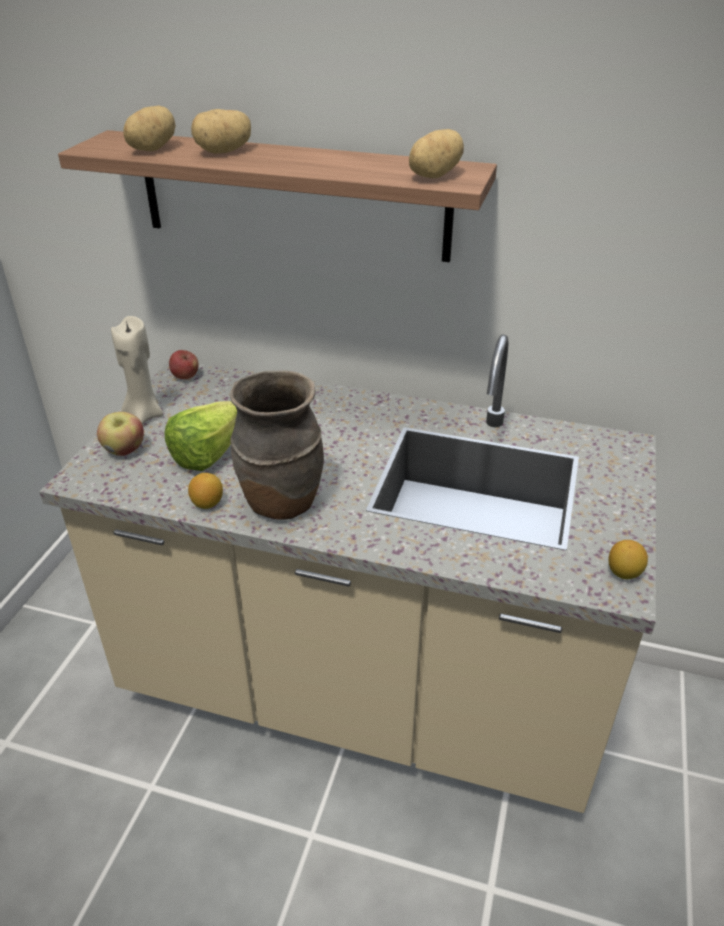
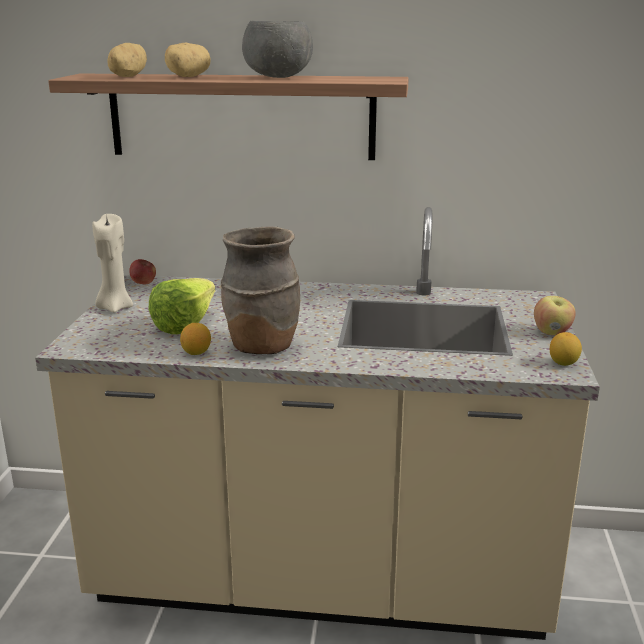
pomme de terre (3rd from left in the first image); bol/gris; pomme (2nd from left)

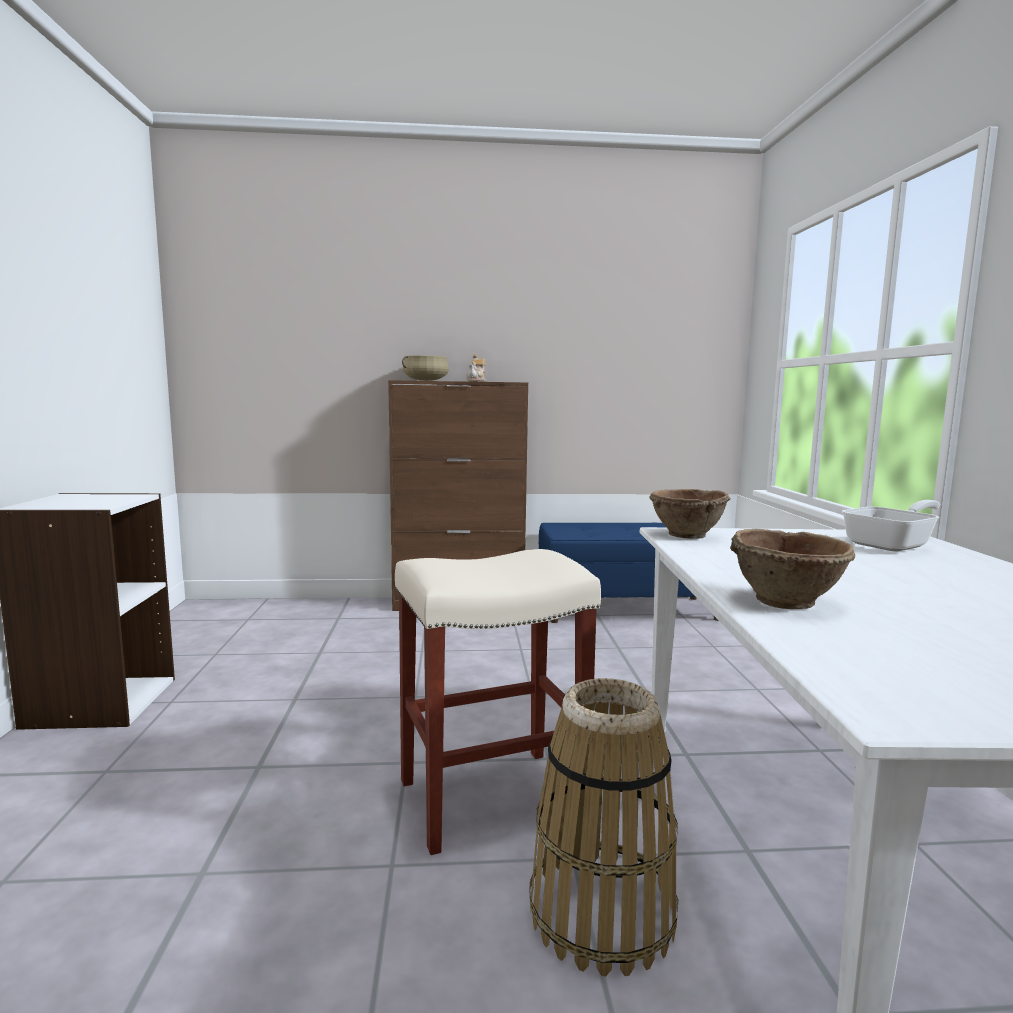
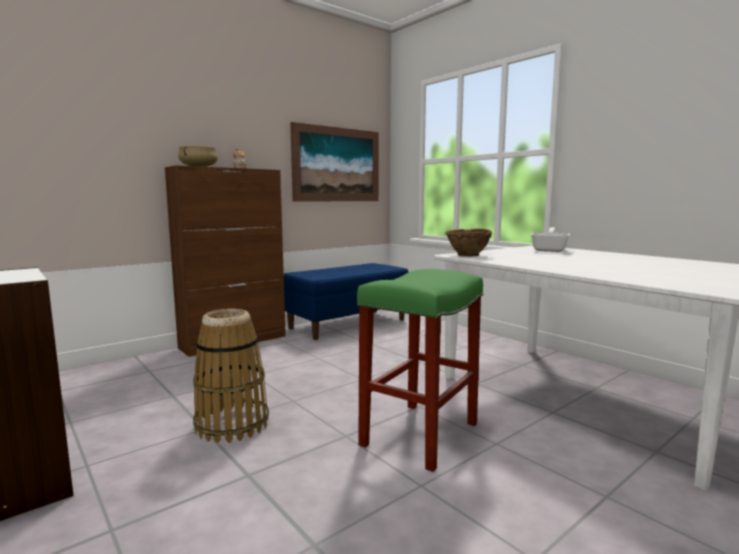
bol/marron (2nd from left in the first image); tableau; panier; tabouret/vert

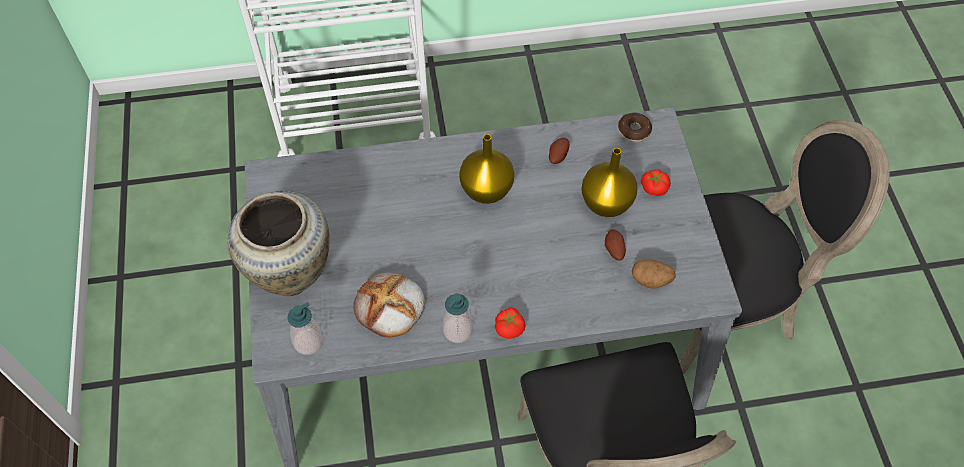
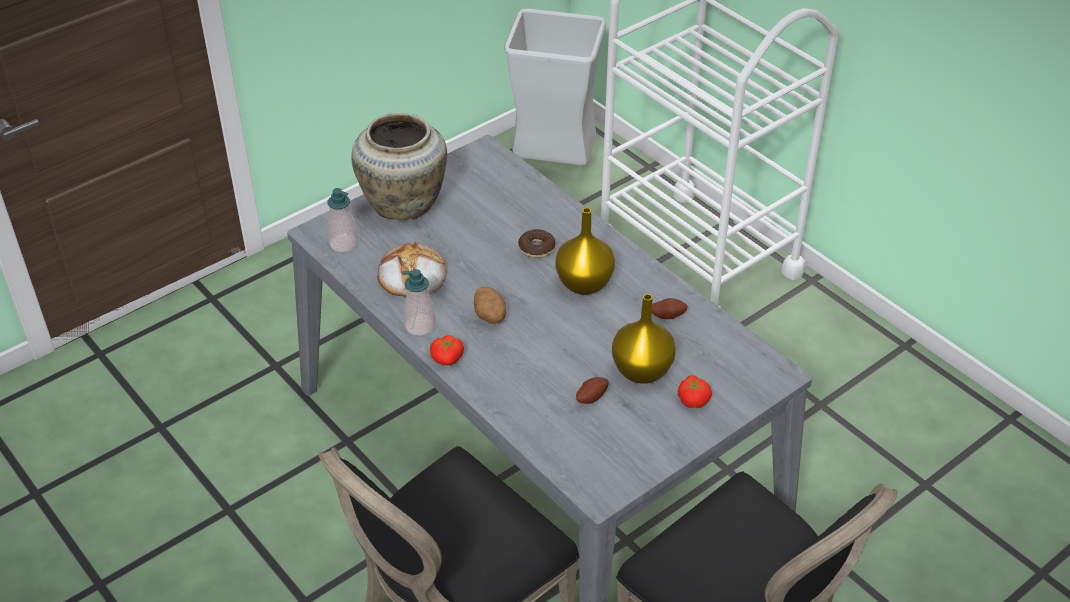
poubelle/gris; beignet; pomme de terre (1st from left)

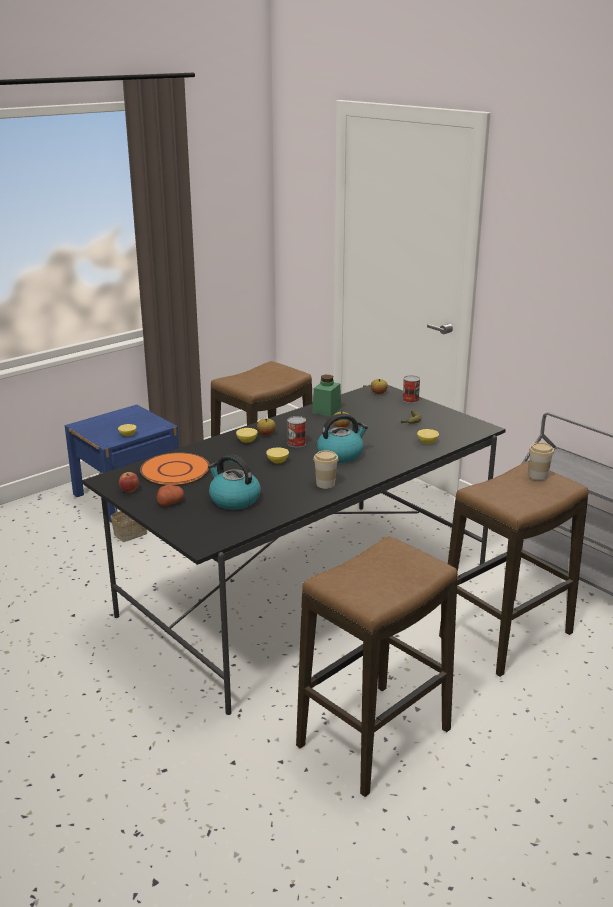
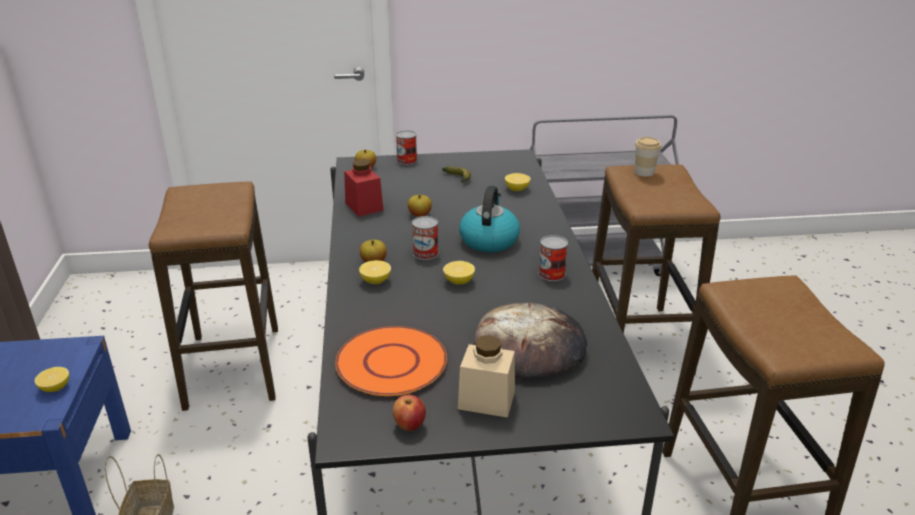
bocal/beige; pain; boîte métallique (3rd from left); bocal/rouge

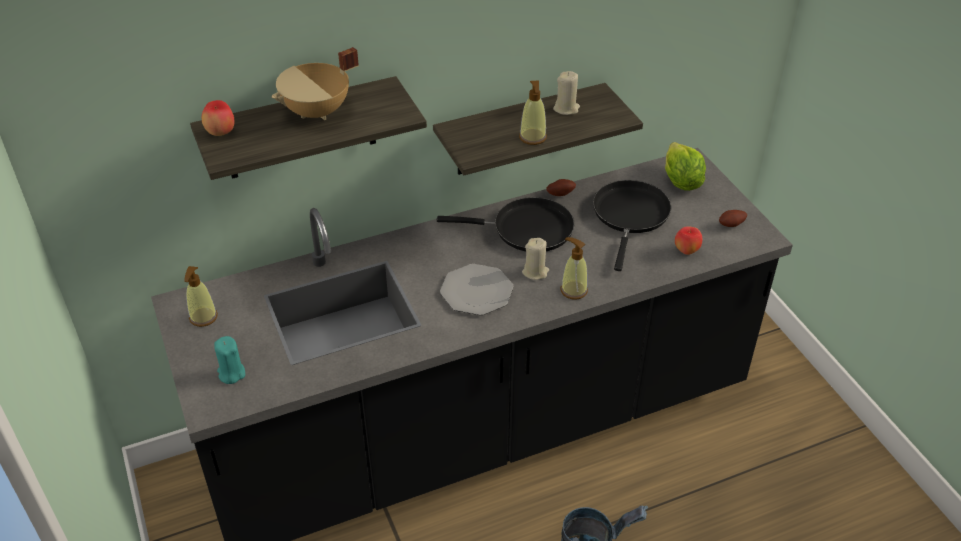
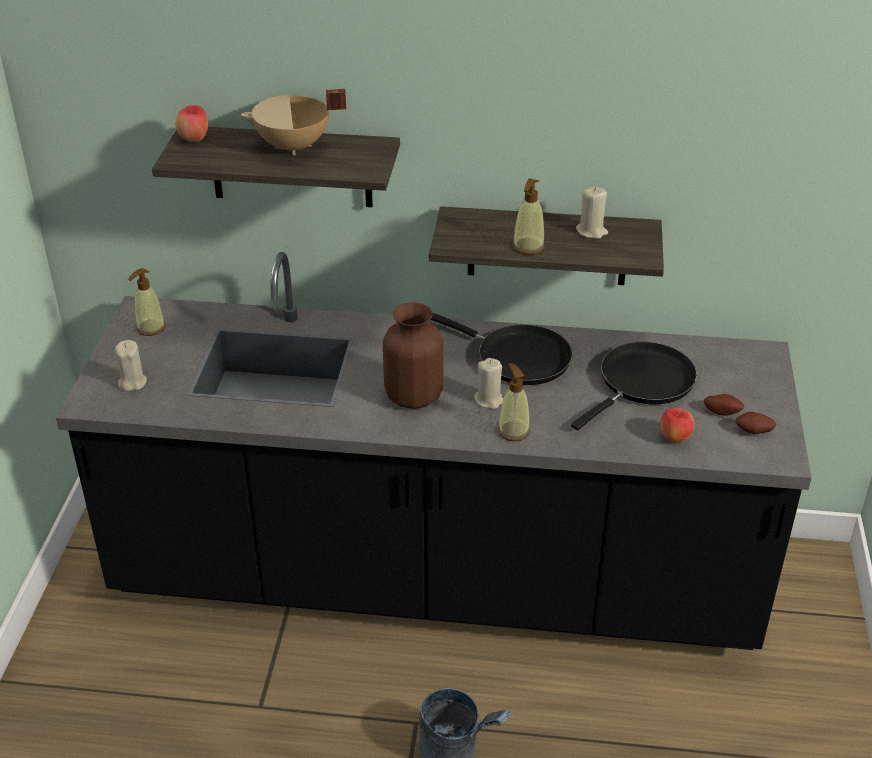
laitue; pomme de terre (1st from left); vase/marron; bougie/beige (1st from left)

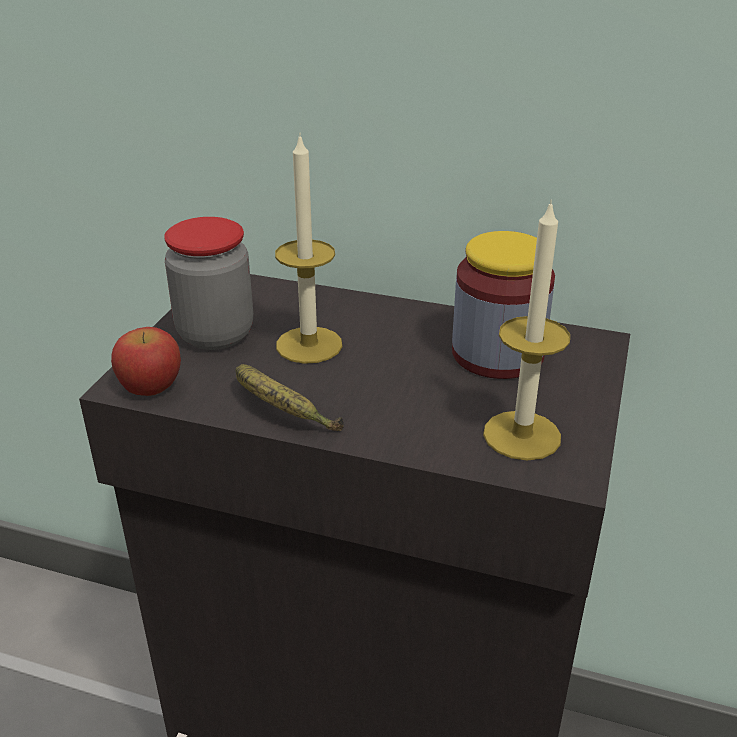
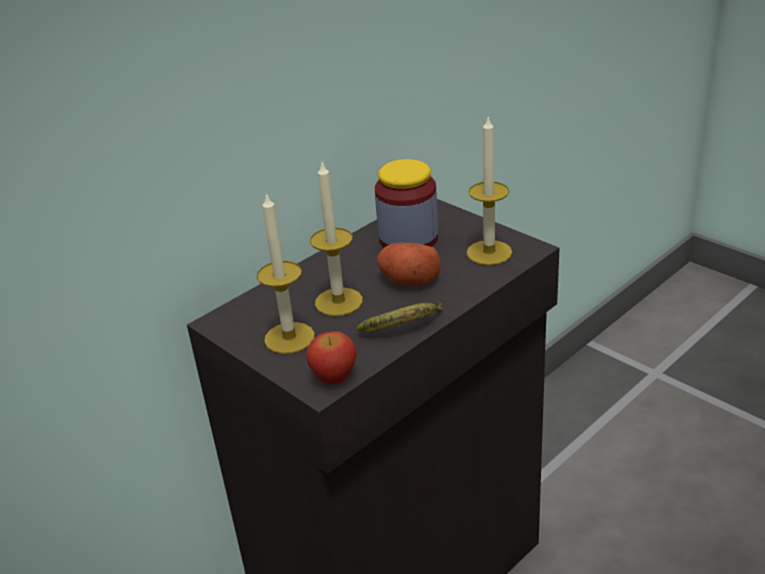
pomme de terre; bougie (1st from left)

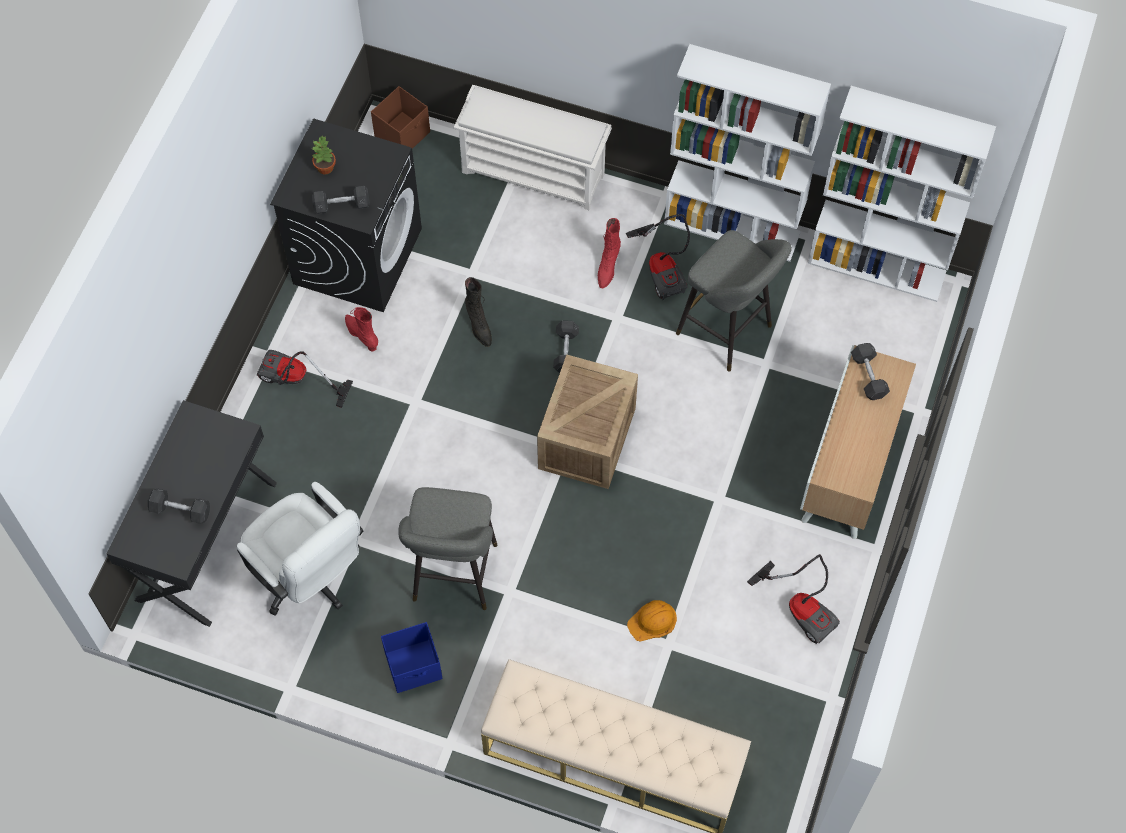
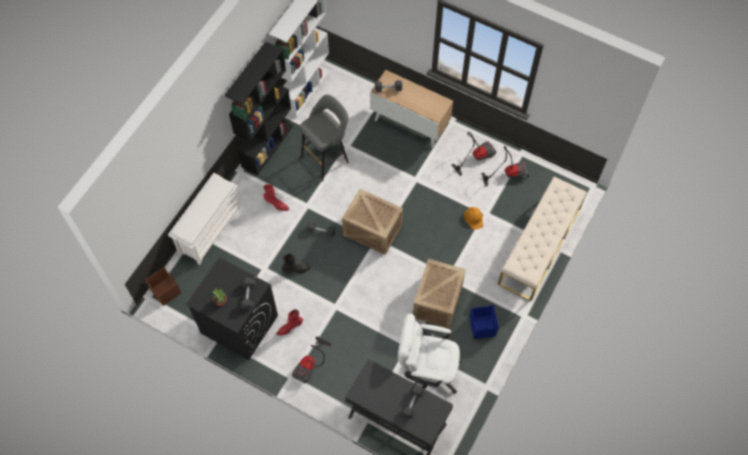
aspirateur (3rd from left); caisse (2nd from left); bibliothèque/noir; chaise de bureau/blanc

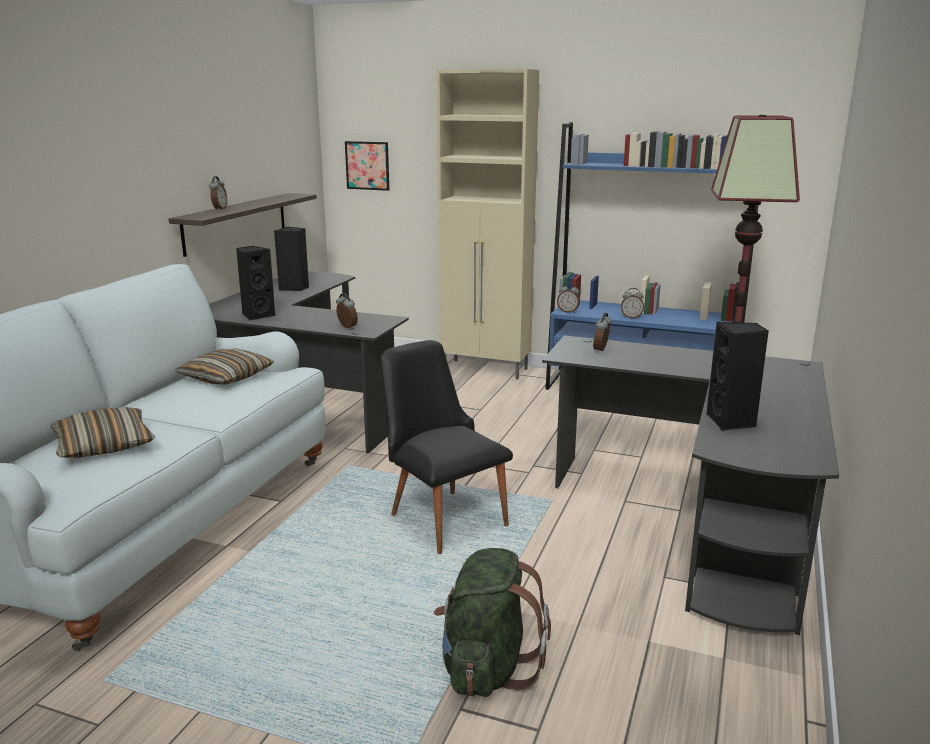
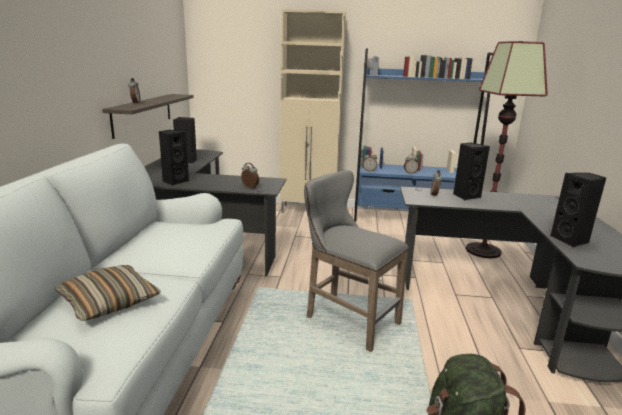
coussin (2nd from left in the first image); tableau; enceinte/noir (3rd from left); tabouret/gris

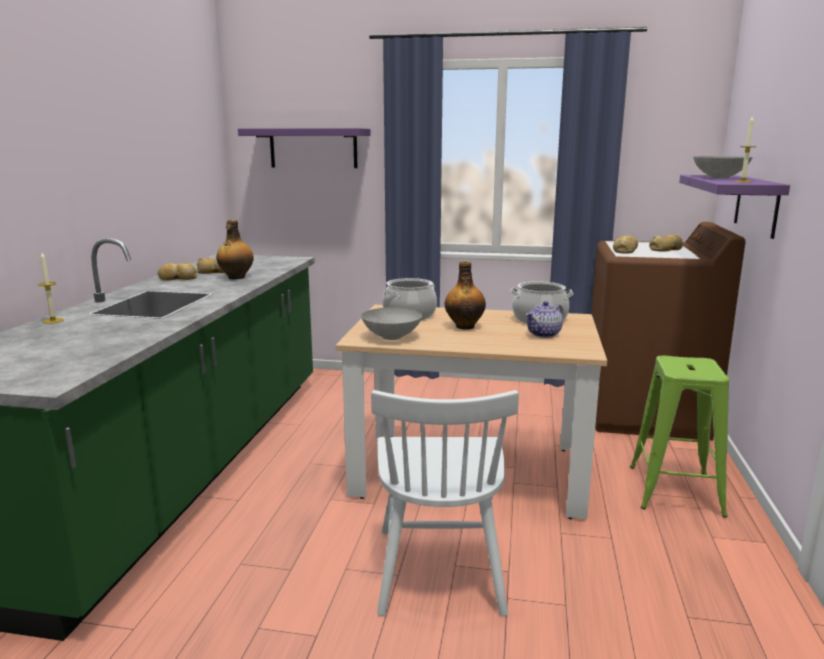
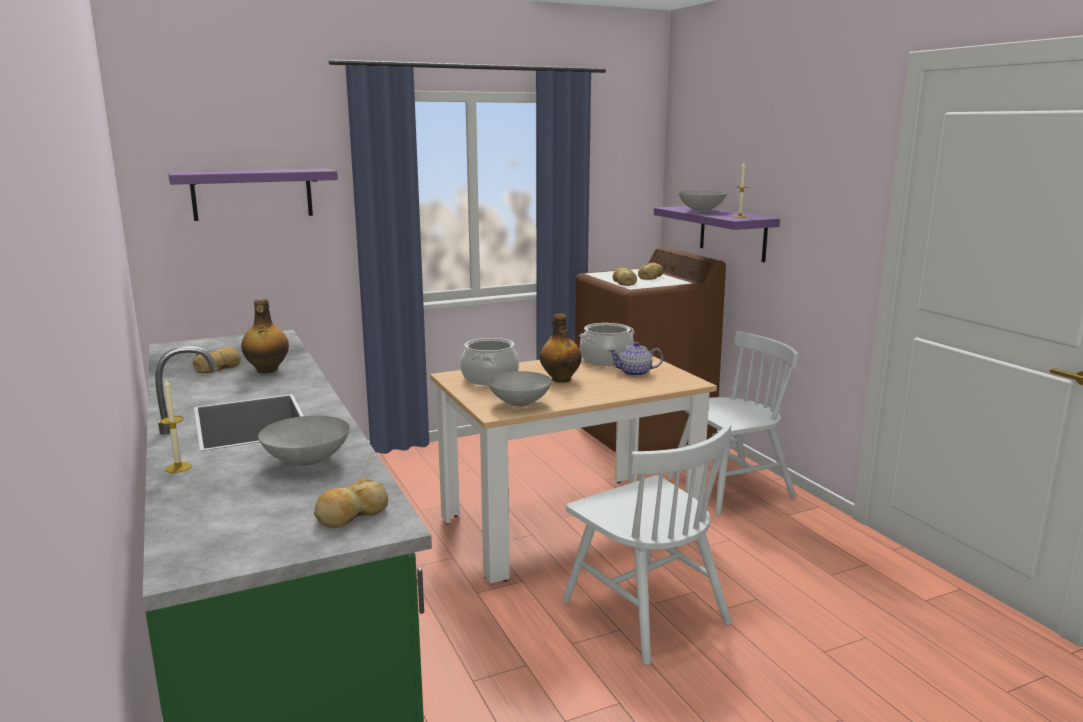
bol/gris (1st from left); pain (2nd from left); chaise/blanc (2nd from left); théière

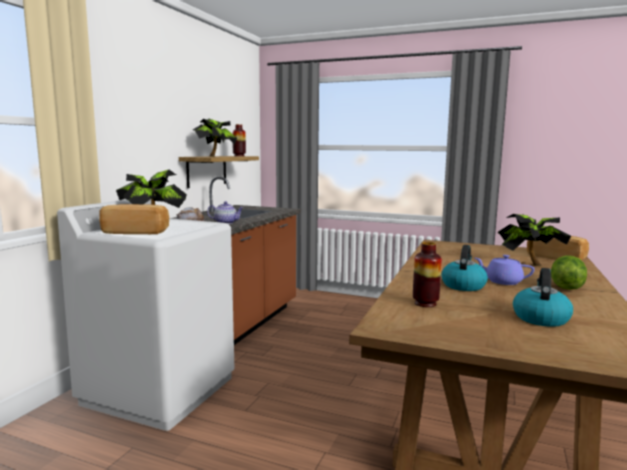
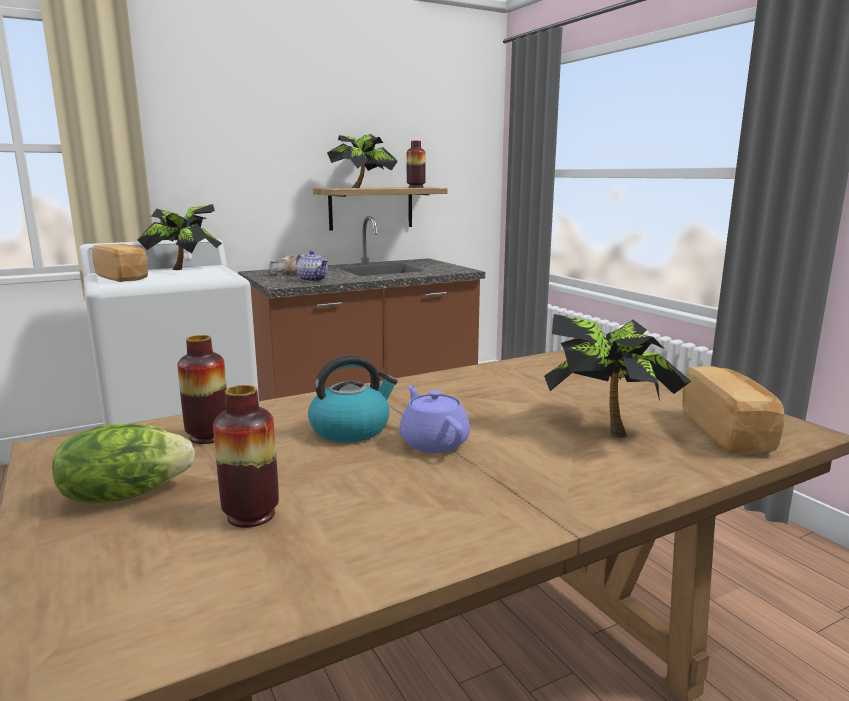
laitue; vase (2nd from left)

